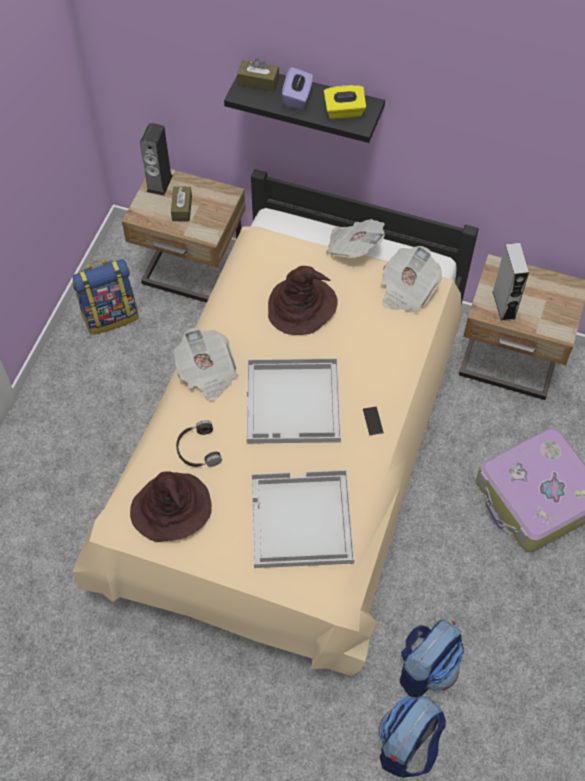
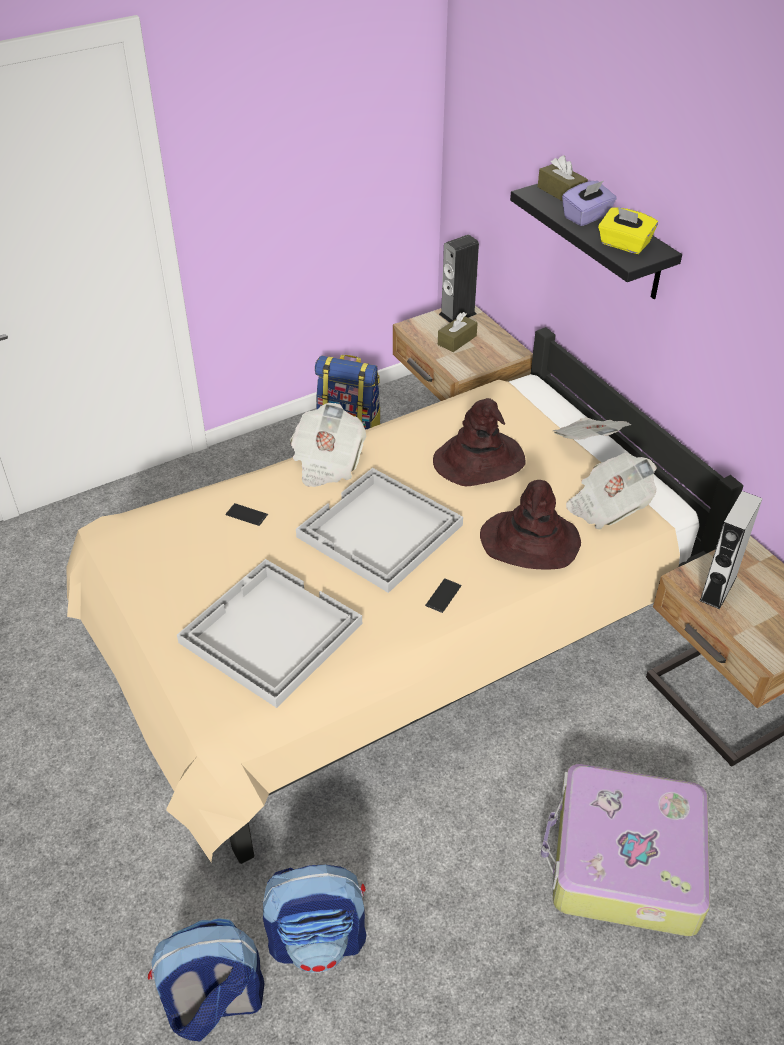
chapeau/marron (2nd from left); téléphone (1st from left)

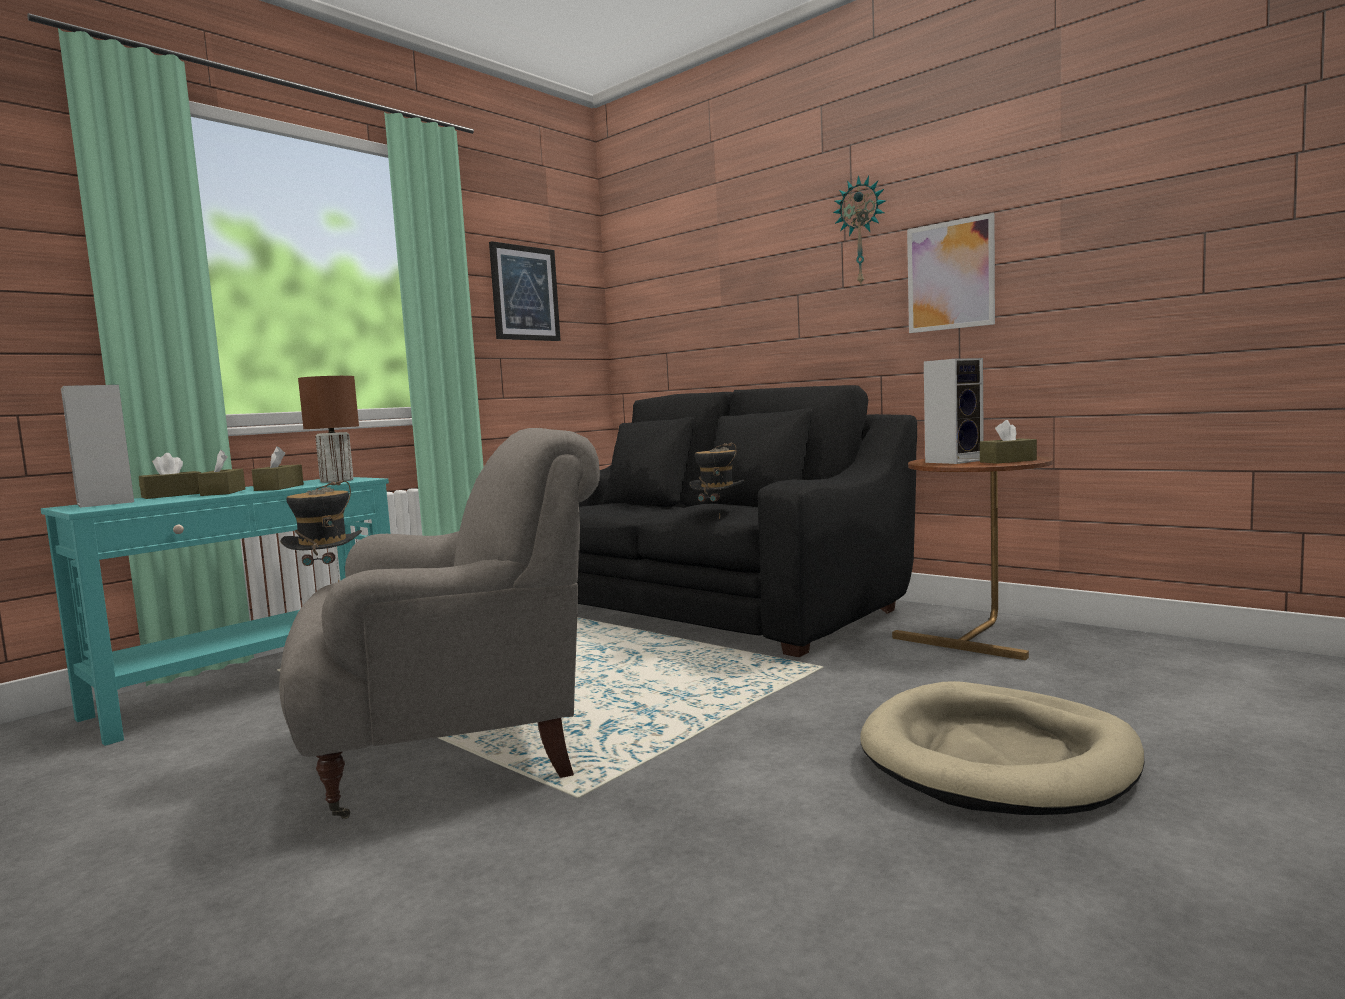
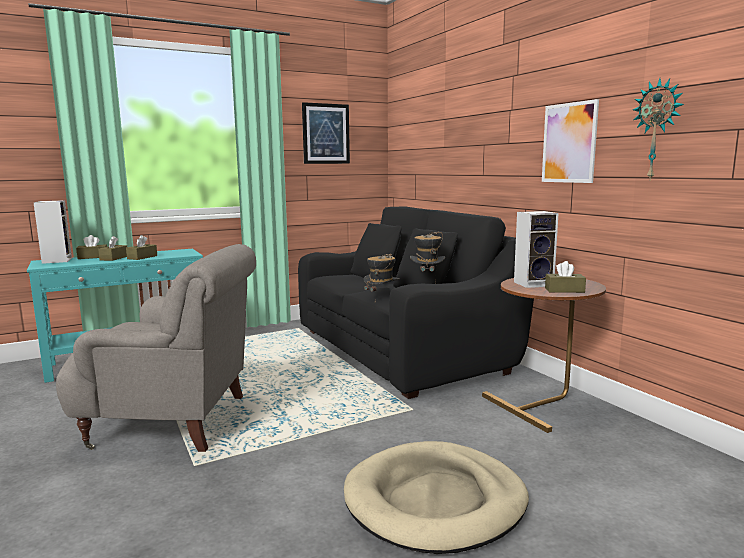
lampe de table/marron; chapeau (2nd from left); horloge murale

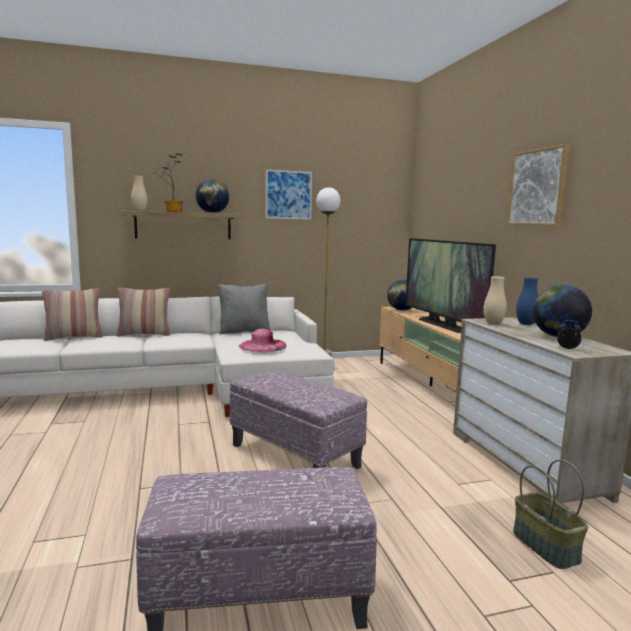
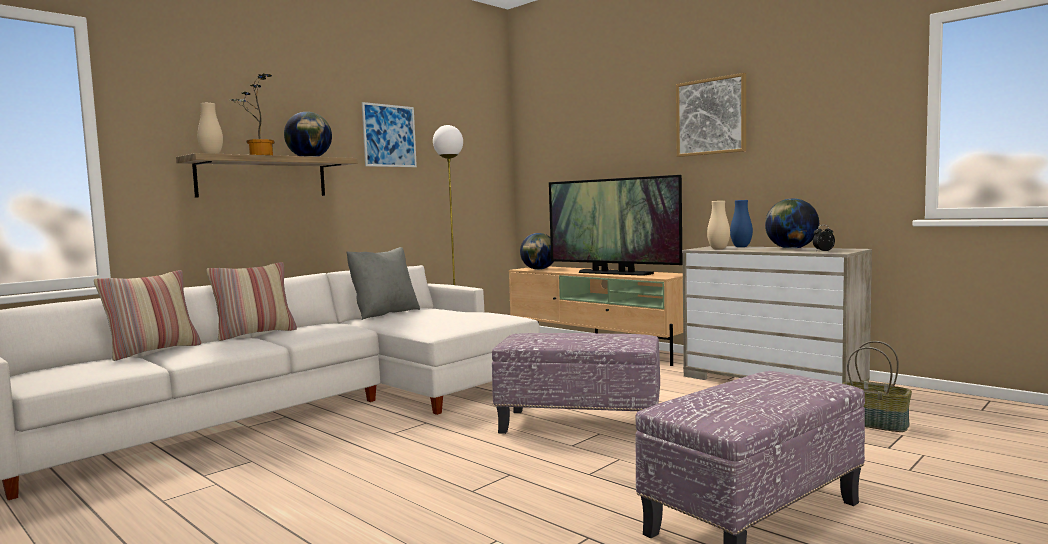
chapeau/rose

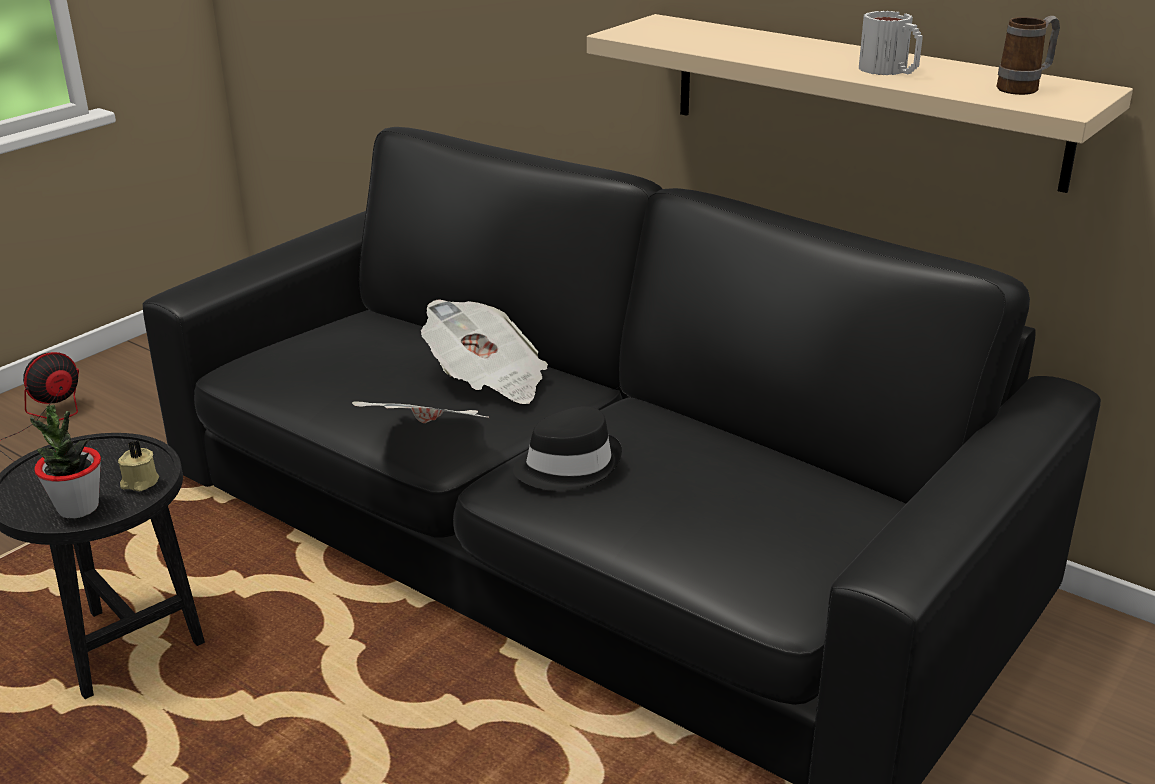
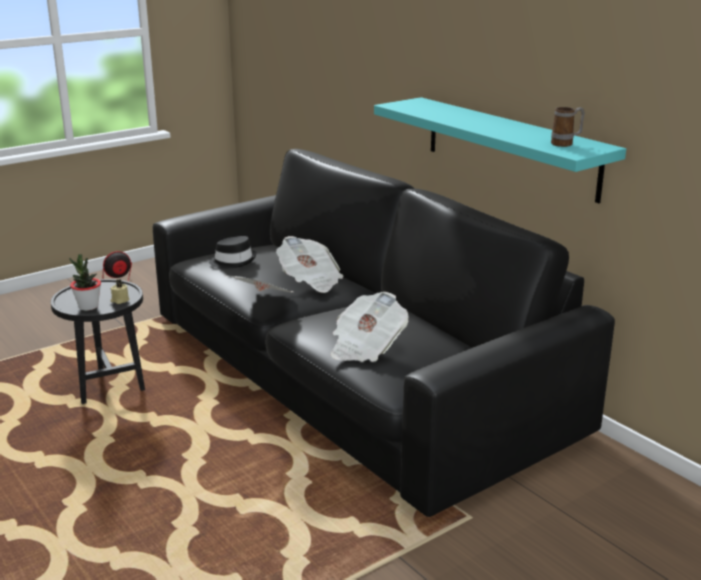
mug (1st from left in the first image); journal (3rd from left); chapeau/noir; étagère/turquoise

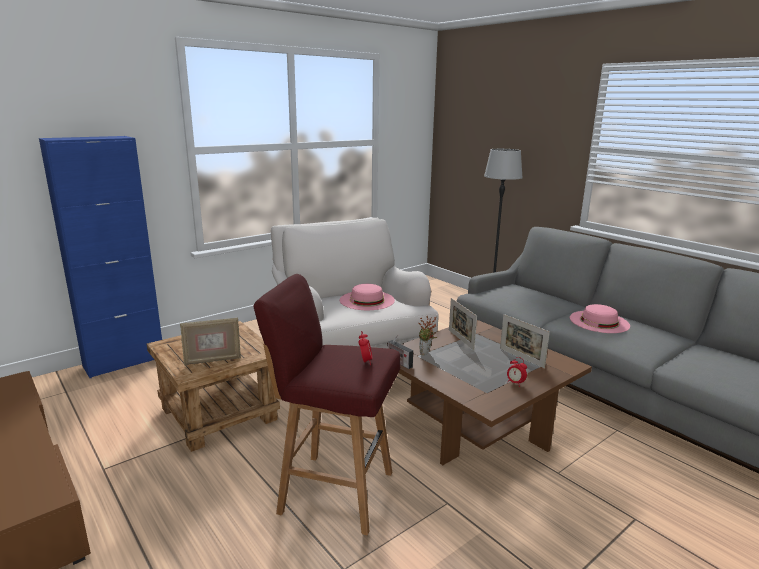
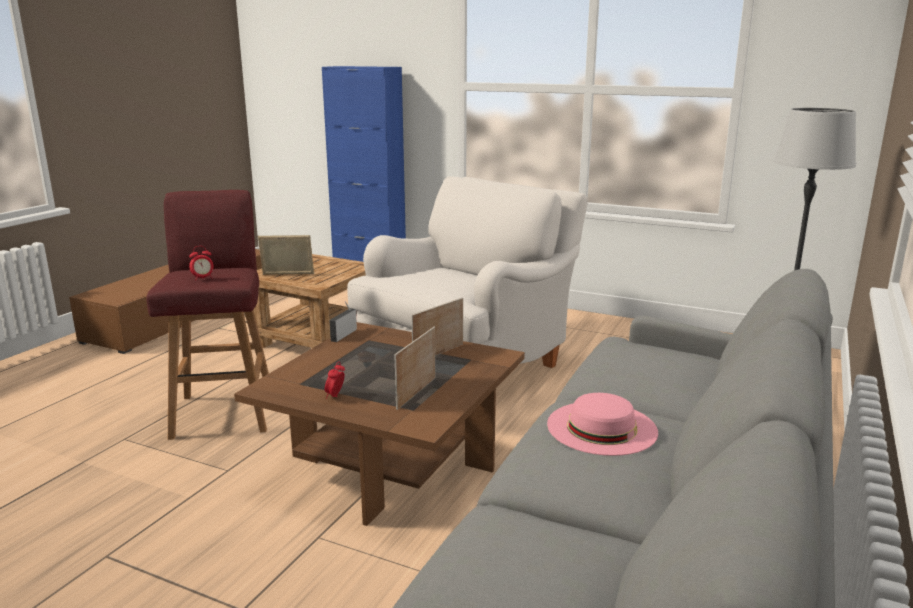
chapeau/rose (1st from left in the first image); plante en pot; cadre photo (1st from left)

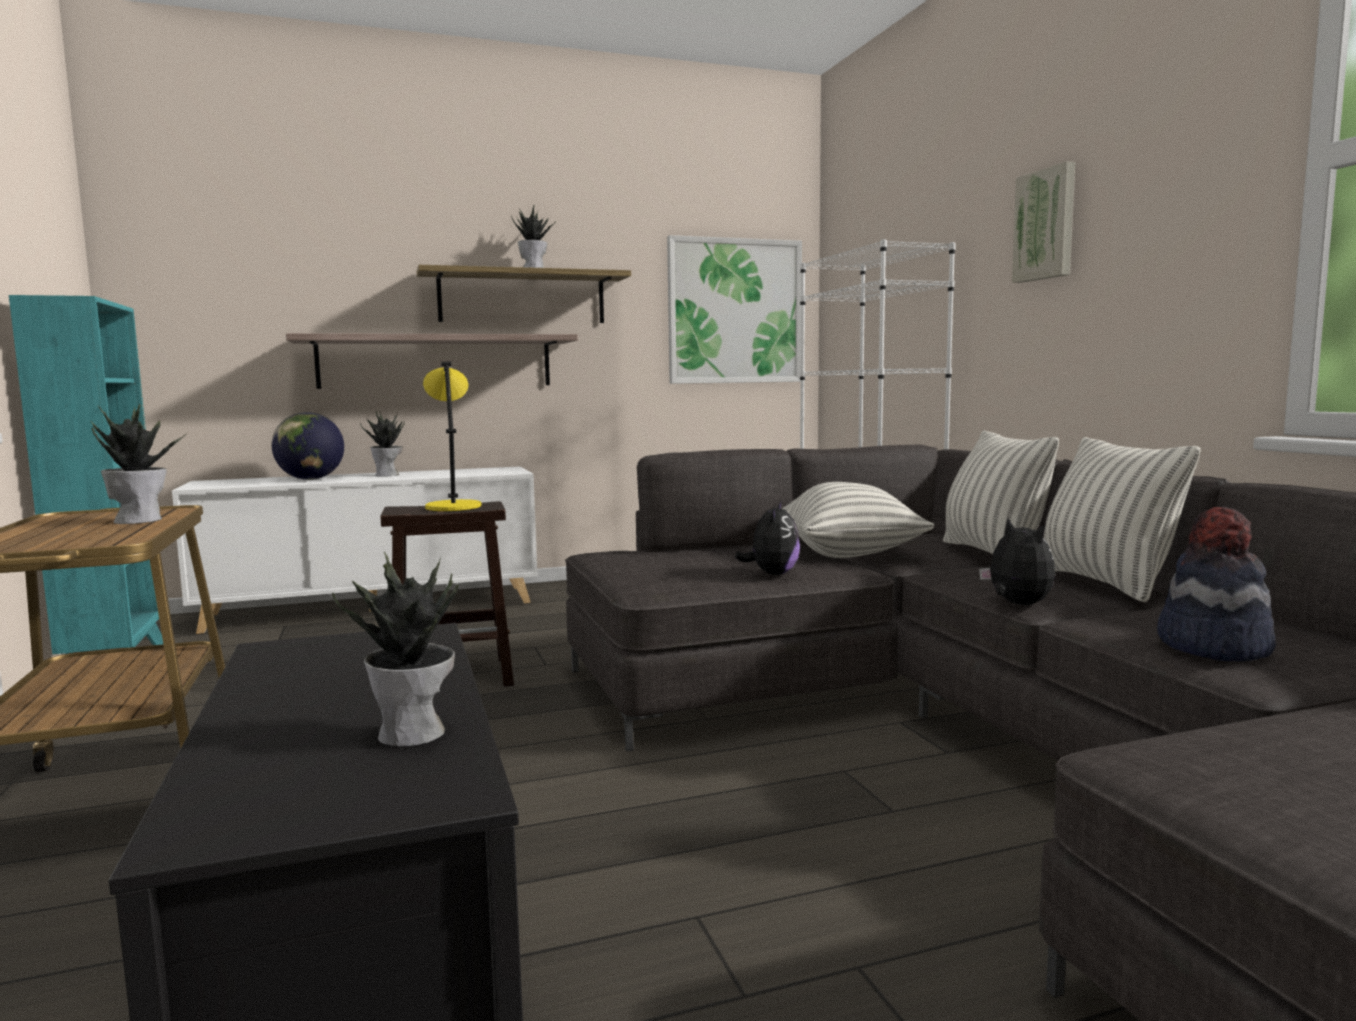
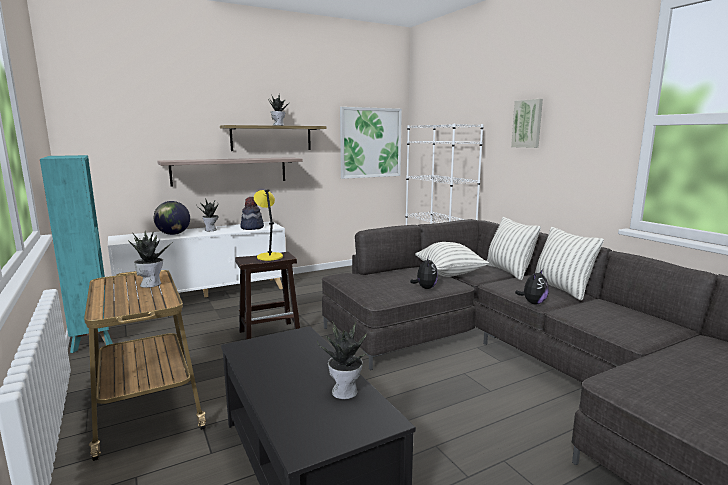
chapeau; peluche (2nd from left)

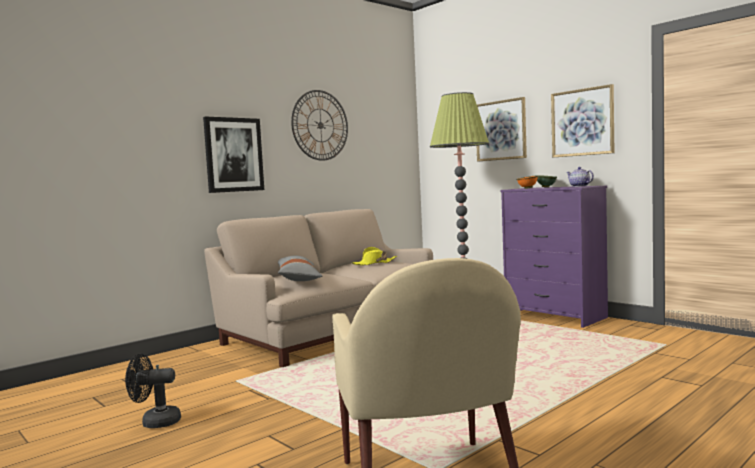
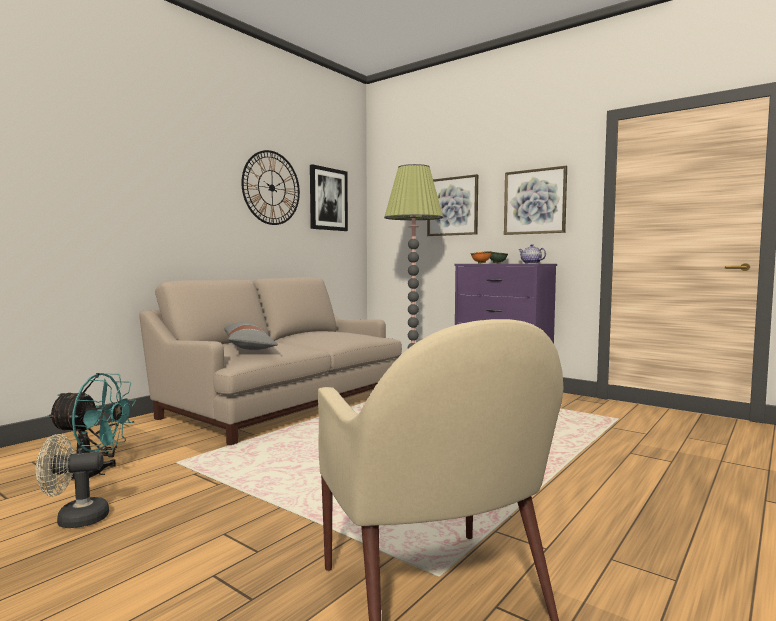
chapeau/jaune; ventilateur/turquoise; tableau (1st from left); ventilateur/beige

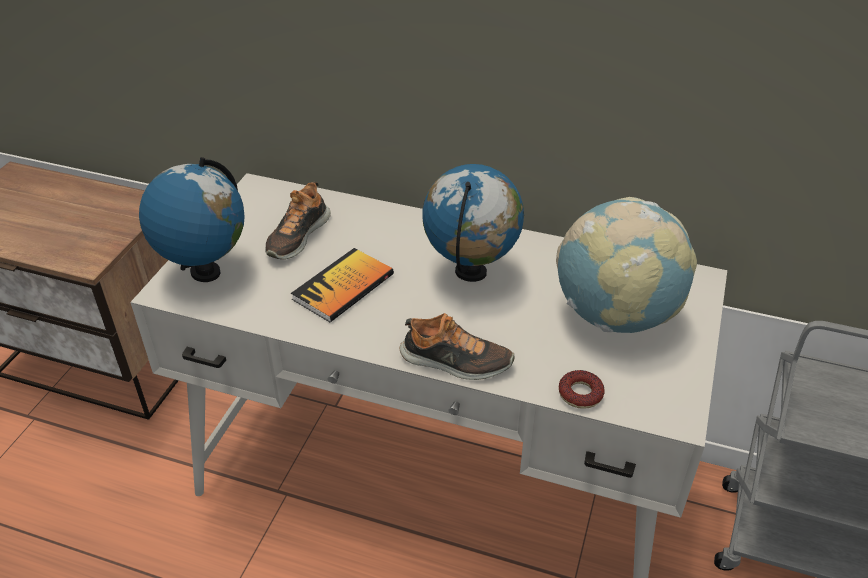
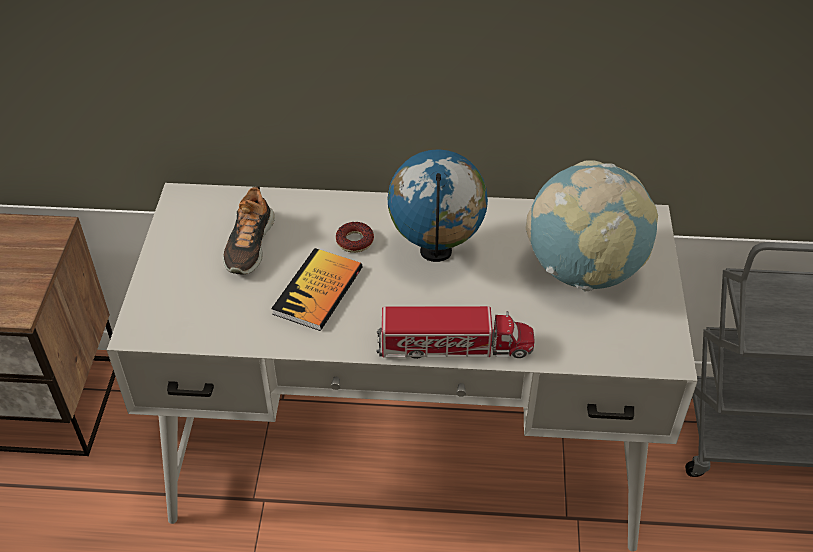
globe (1st from left in the first image); beignet; camion jouet

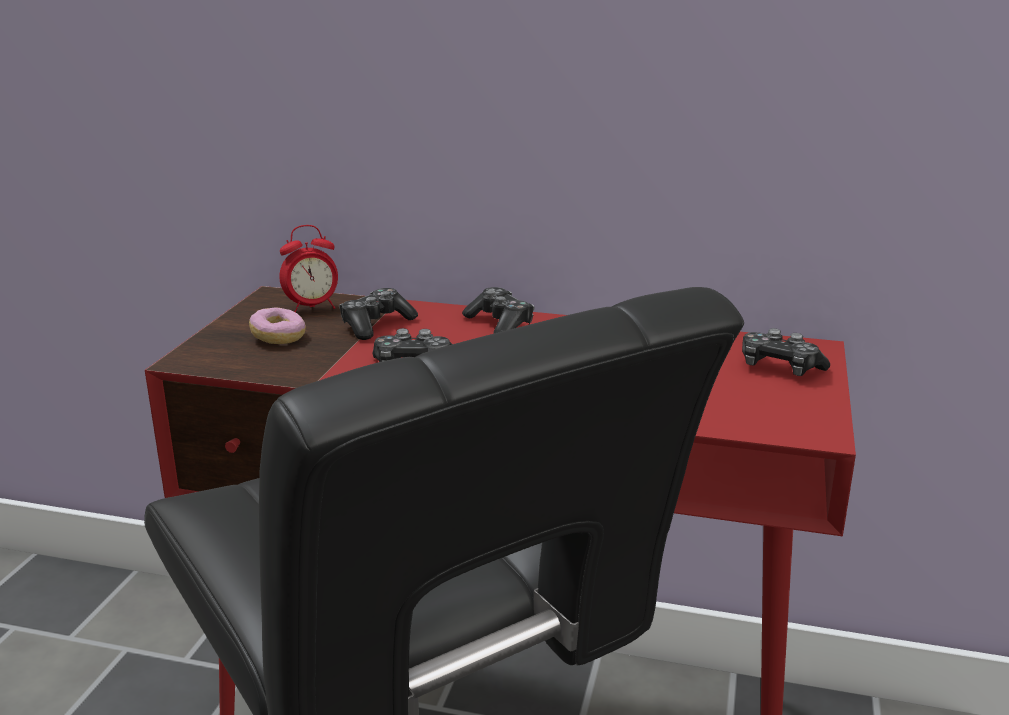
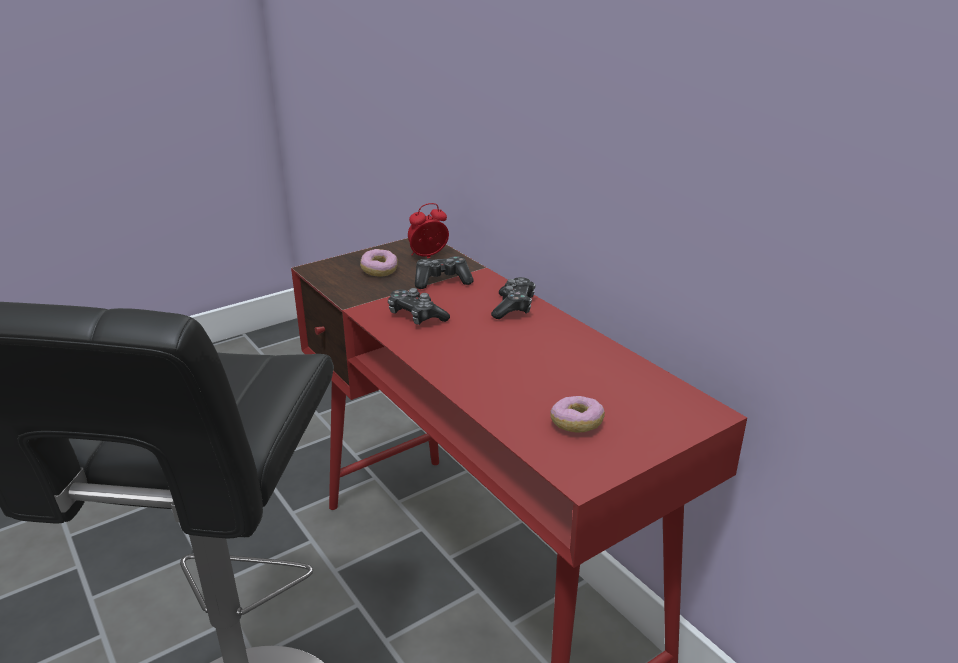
manette (4th from left in the first image); beignet (2nd from left); réveil

